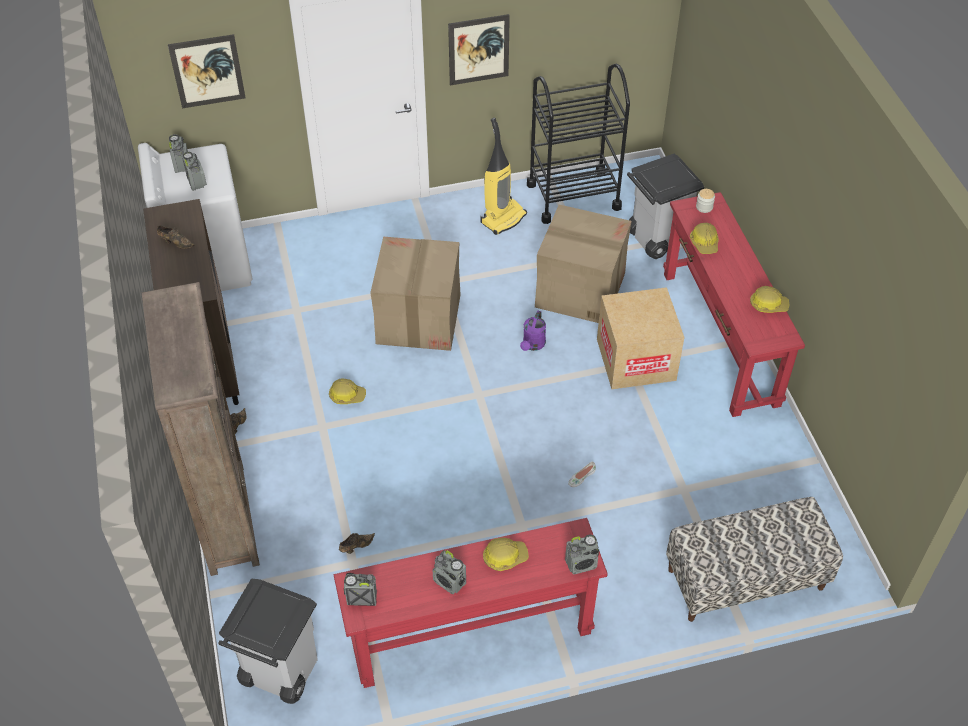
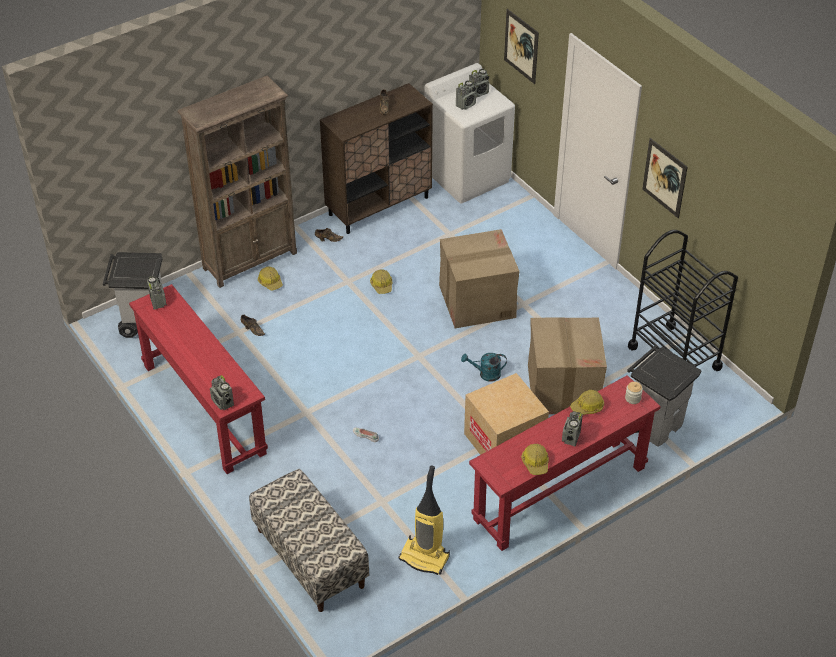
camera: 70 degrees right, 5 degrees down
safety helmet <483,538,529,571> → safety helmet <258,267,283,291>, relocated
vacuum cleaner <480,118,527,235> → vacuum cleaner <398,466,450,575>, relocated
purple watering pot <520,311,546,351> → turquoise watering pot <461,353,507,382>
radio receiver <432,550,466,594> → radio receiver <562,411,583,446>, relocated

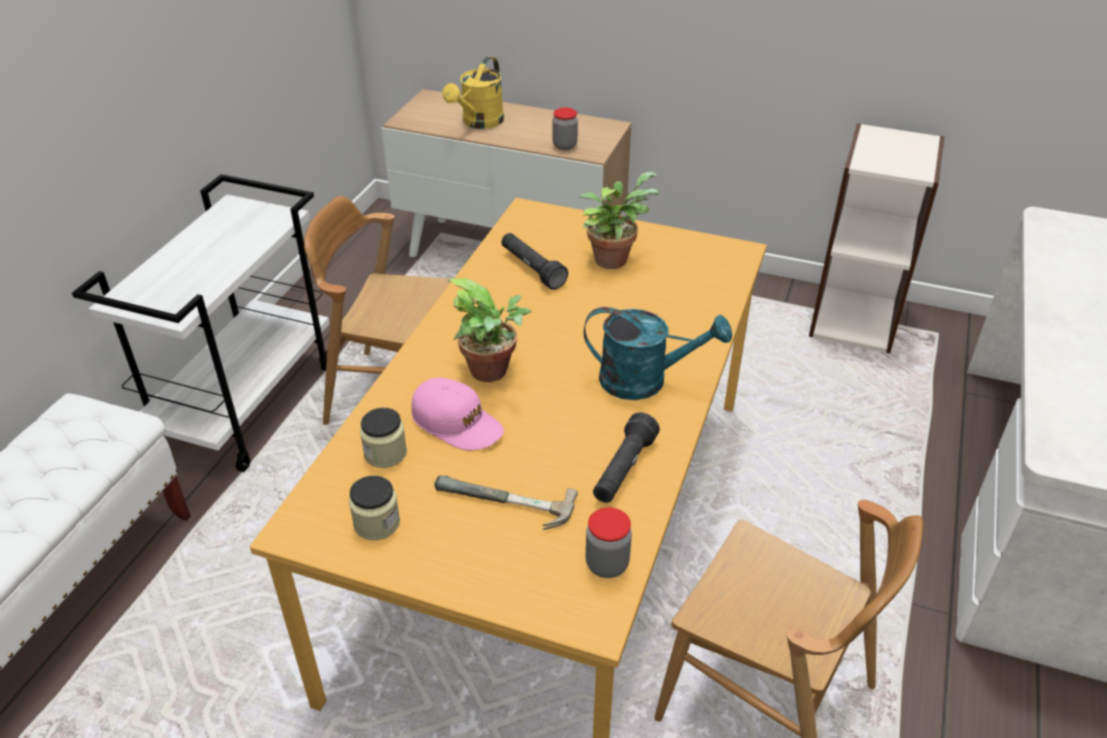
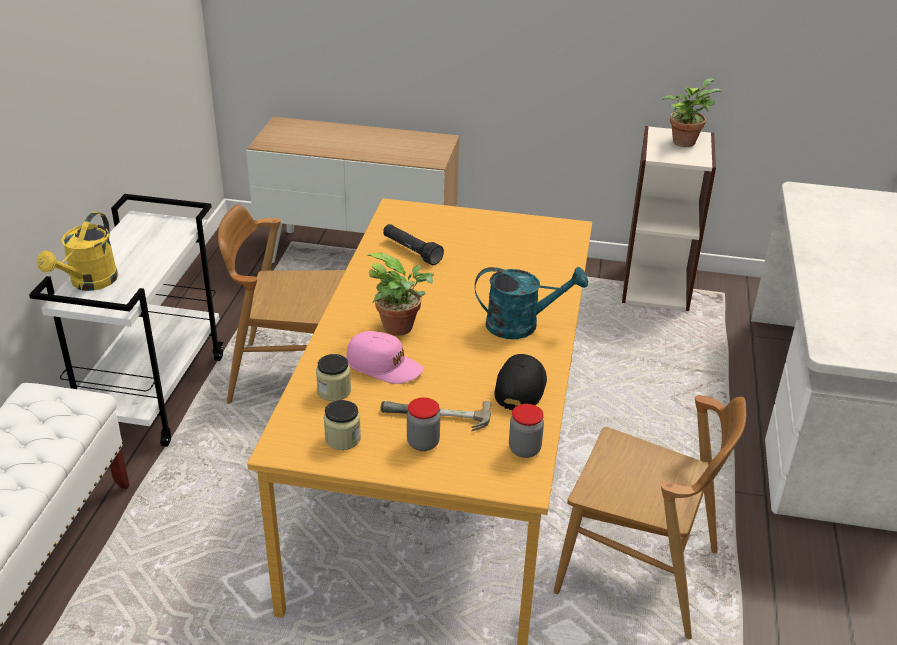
camera: 10 degrees left, 5 degrees down
yellow-coloured watering pot <443,56,504,129> → yellow-coloured watering pot <37,212,119,291>, relocated
preserve jar <553,108,578,150> → preserve jar <407,397,440,451>, relocated
black-coloured hand torch <593,412,660,503> → black-coloured baseball cap <494,354,547,410>
potted plant <580,172,659,269> → potted plant <662,78,721,147>, relocated

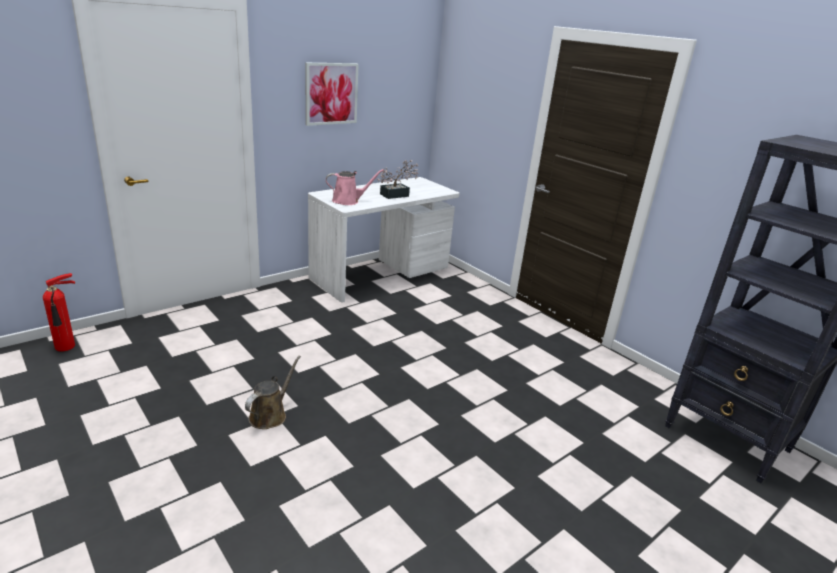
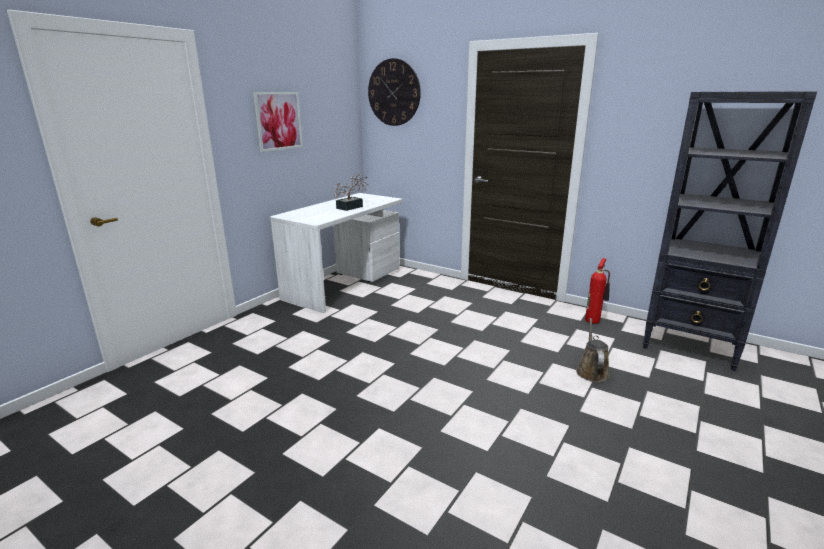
camera: 15 degrees left, 5 degrees down
- → clock on the wall <368,58,421,126>
brown watering pot <245,355,301,429> → brown watering pot <576,318,609,382>, relocated
extinguisher <43,273,76,351> → extinguisher <585,258,610,324>, relocated
pinkish watering pot <326,169,384,205> → -

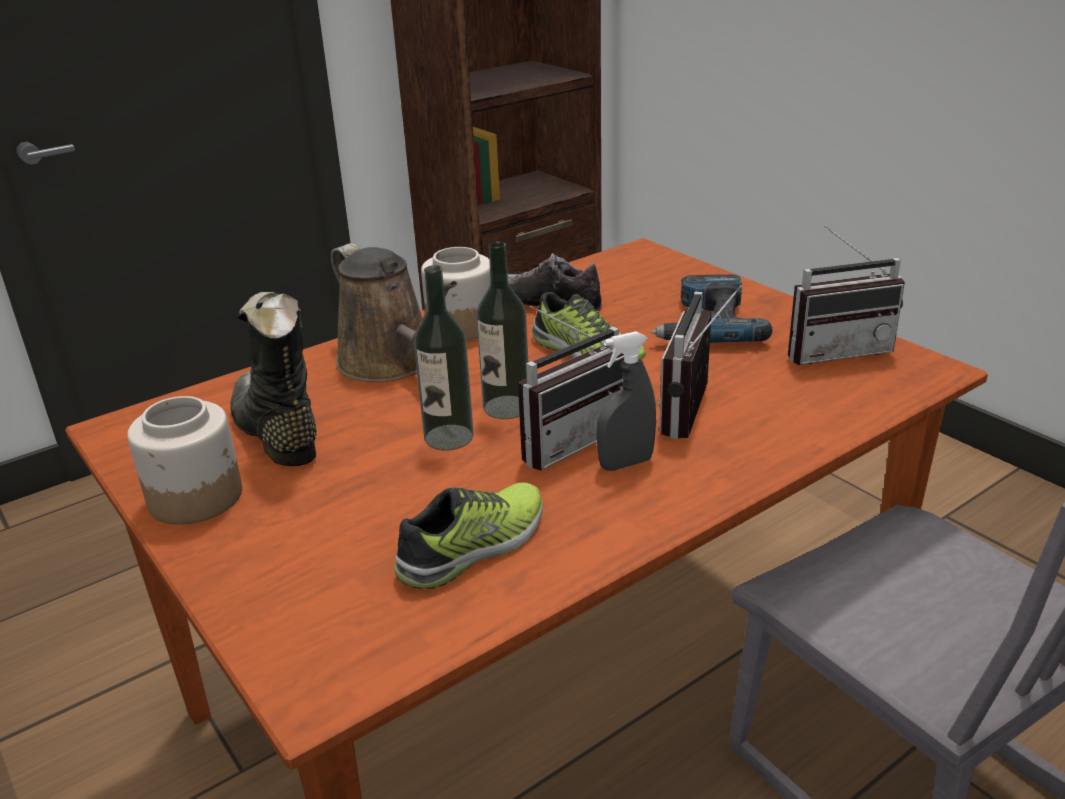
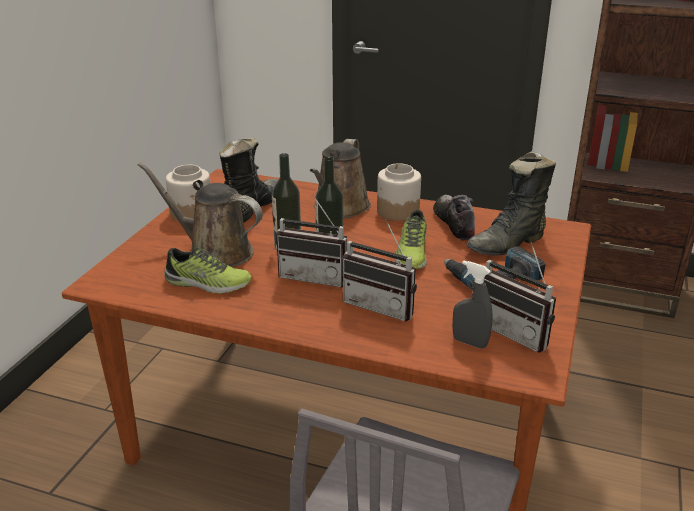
camera: 55 degrees right, 0 degrees up
- → brown watering pot <138,162,263,267>
radio receiver <659,285,742,439> → radio receiver <343,219,417,321>, 135 degrees counterclockwise
greyish hand sprayer <597,331,656,471> → greyish hand sprayer <453,260,493,349>, relocated
- → black-coloured high-top boot <466,151,556,256>

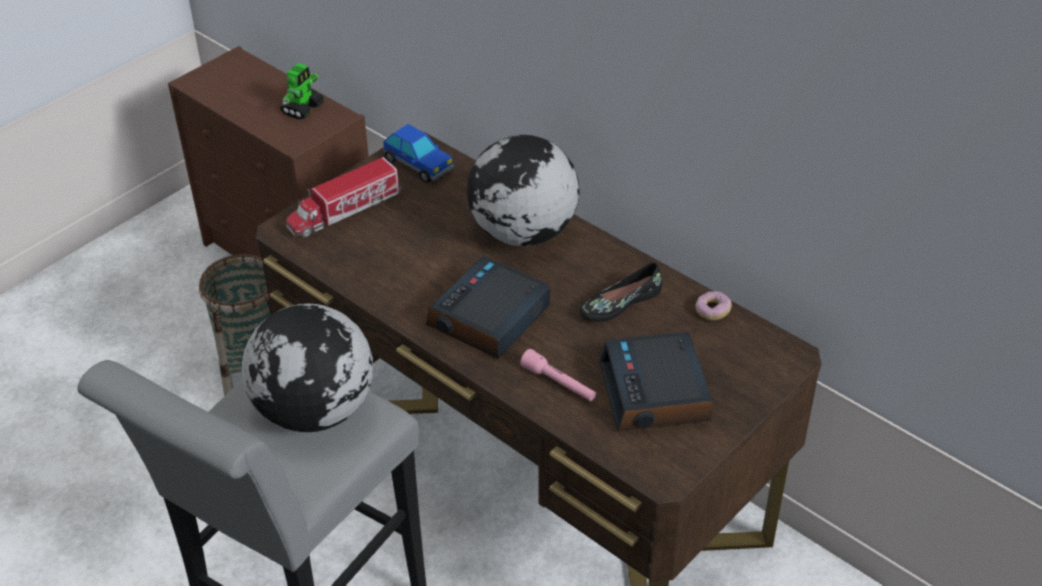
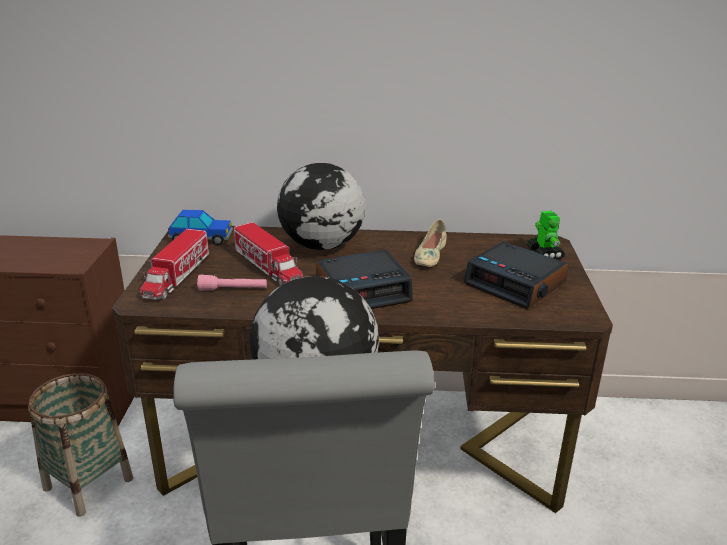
camera: 40 degrees left, 15 degrees down
pinkish hand torch <520,349,596,401> → pinkish hand torch <197,275,267,290>, relocated
- → toy lorry <234,222,303,286>
table clock <426,256,550,359> → table clock <316,250,413,309>, 105 degrees counterclockwise
black-coloured low shoe <580,262,662,322> → sand-coloured low shoe <414,219,447,267>
robot figure <280,63,325,119> → robot figure <527,211,565,260>, relocated
ring doughnut <695,291,732,320> → -

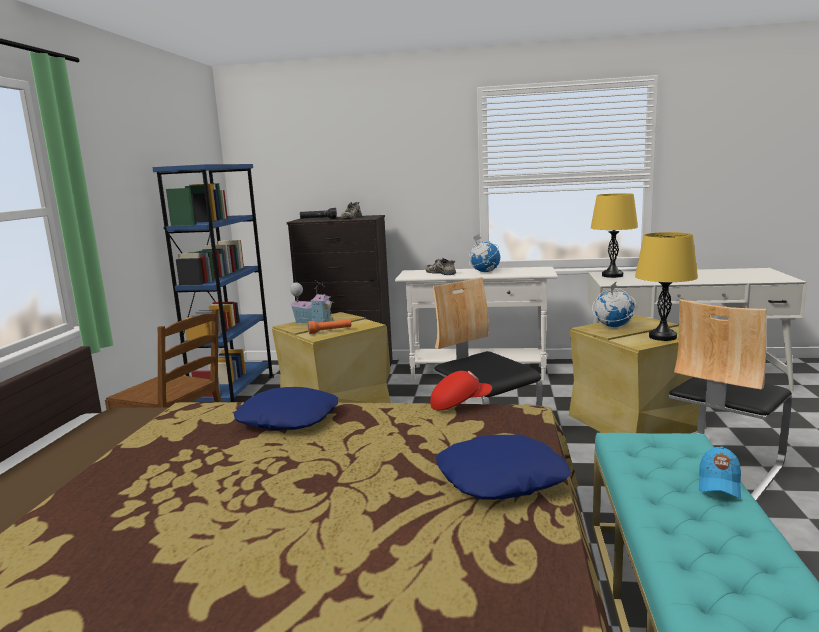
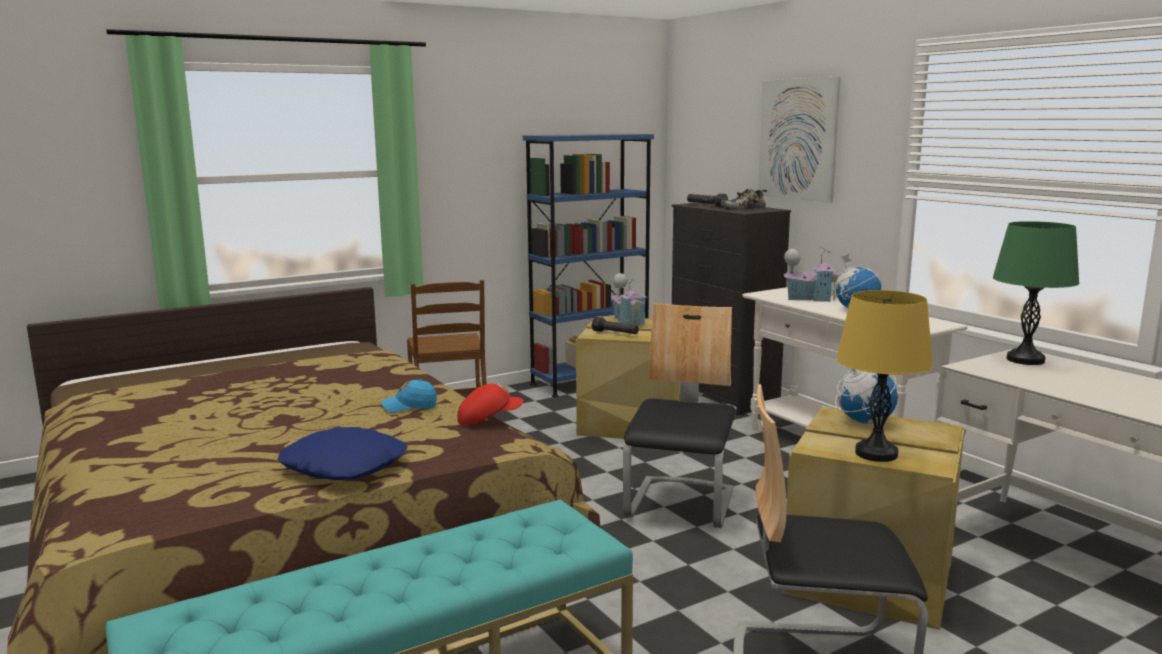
camera: 50 degrees right, 0 degrees up
blue baseball cap <699,447,741,498> → blue baseball cap <381,379,437,413>, relocated
reddish baseball cap <430,371,492,410> → reddish baseball cap <457,383,523,425>, 60 degrees counterclockwise
orangey hand torch <308,319,351,334> → black-coloured hand torch <592,317,639,334>
- → picture <758,76,841,203>
low shoe <426,258,456,275> → toy house <784,246,840,302>
yellow-coloured table lamp <591,193,638,278> → green table lamp <993,221,1079,365>
blue throw pillow <234,387,338,430> → -

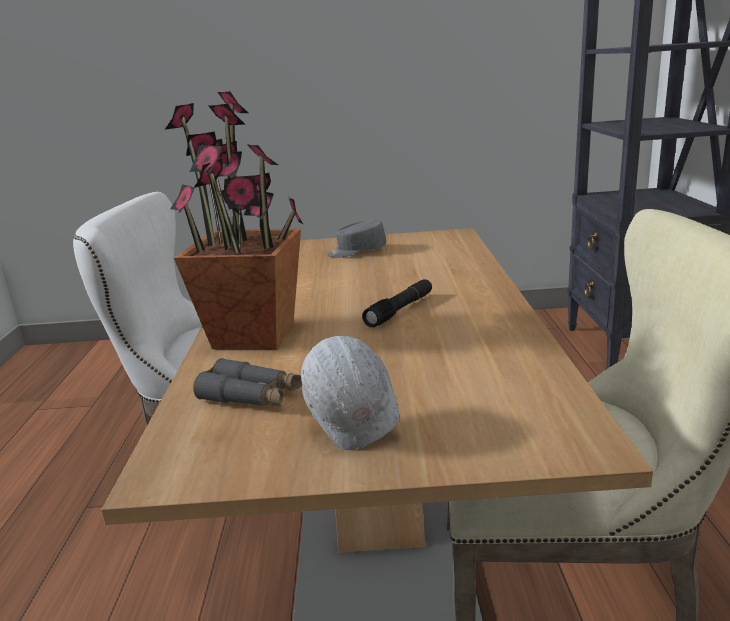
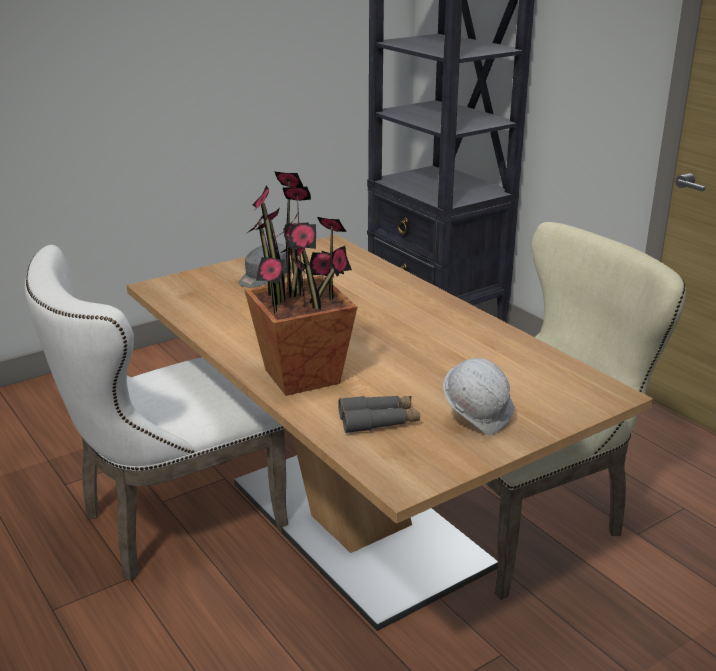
camera: 35 degrees left, 5 degrees up
black-coloured hand torch <362,279,432,327> → -

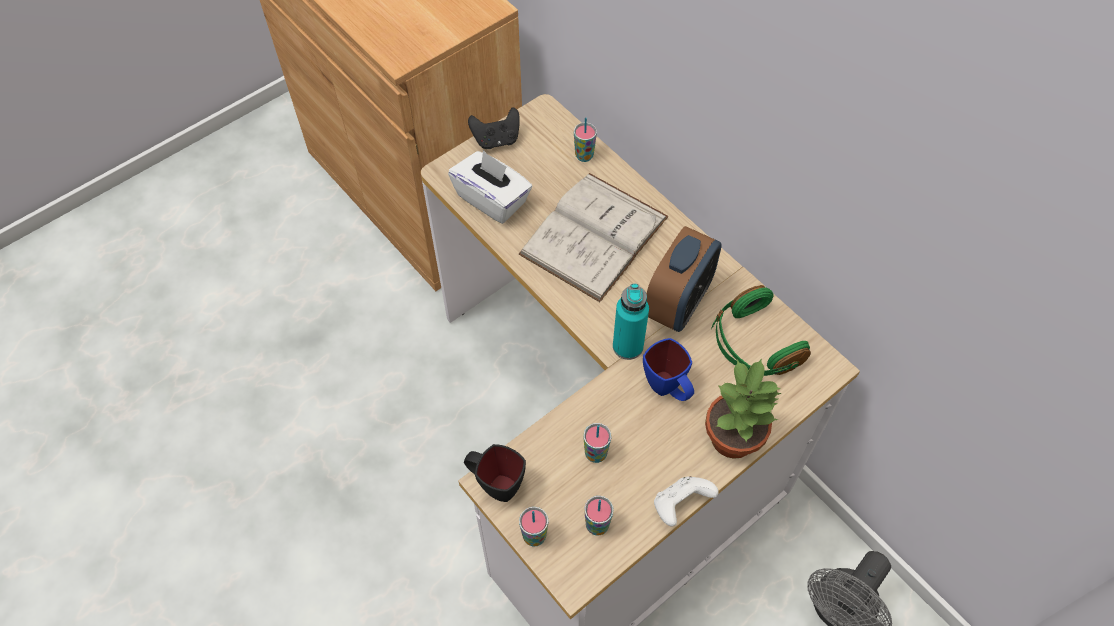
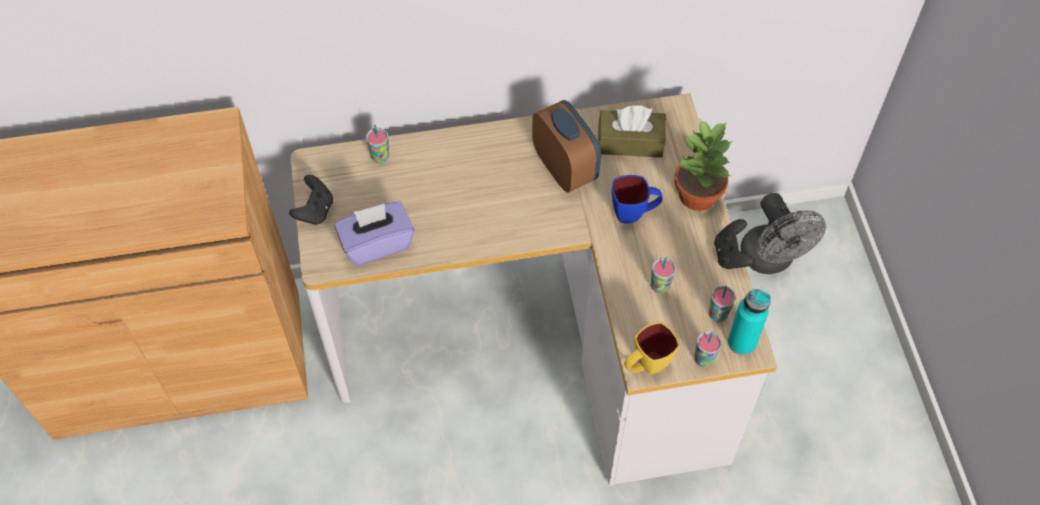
camera: 60 degrees left, 0 degrees up
white-coloured tissue holder <448,150,532,224> → purple tissue holder <334,202,415,266>
green headphones <711,285,811,376> → brown tissue holder <598,105,666,158>
black-coloured mug <464,444,526,502> → yellow-coloured mug <624,322,680,374>
white-coloured game controller <654,477,718,526> → black-coloured game controller <714,219,755,269>
turquoise beverage bottle <613,284,649,360> → turquoise beverage bottle <728,289,771,355>, relocated
white-coloured bound book <518,173,669,302> → -

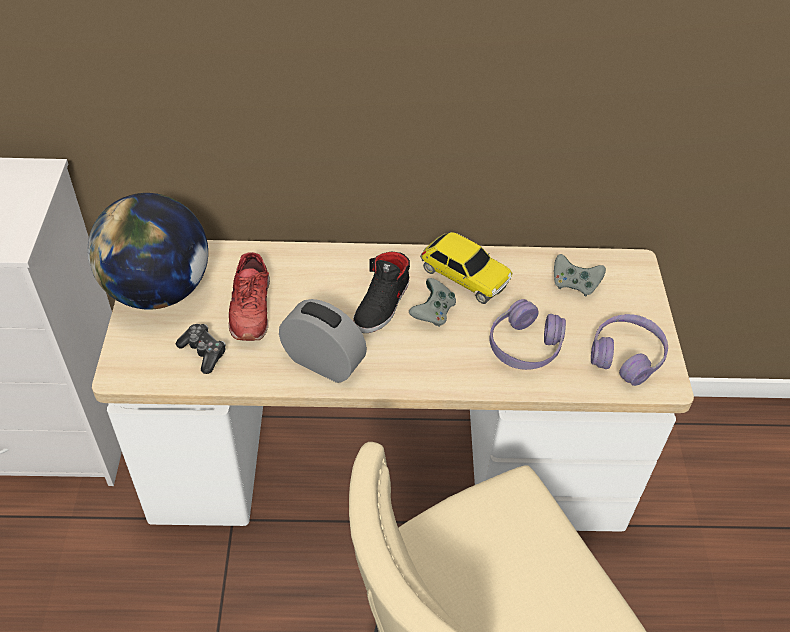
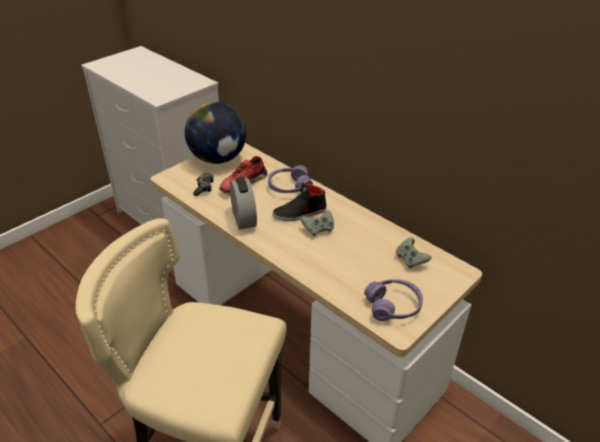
camera: 45 degrees right, 10 degrees down
purple headphones <489,299,566,370> → purple headphones <268,165,313,193>, relocated
miniature car <420,232,512,304> → -

